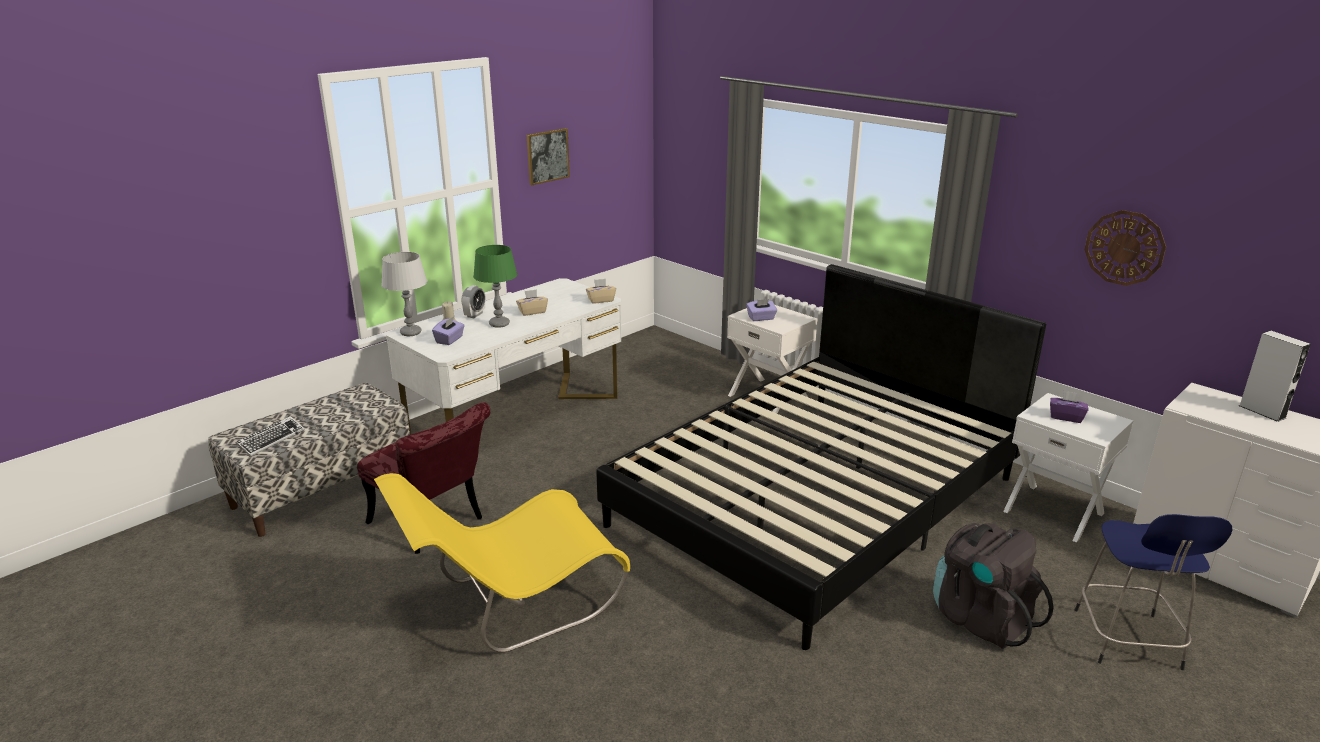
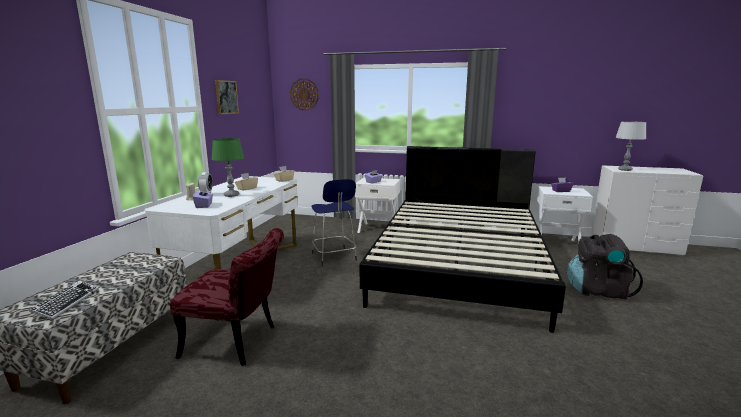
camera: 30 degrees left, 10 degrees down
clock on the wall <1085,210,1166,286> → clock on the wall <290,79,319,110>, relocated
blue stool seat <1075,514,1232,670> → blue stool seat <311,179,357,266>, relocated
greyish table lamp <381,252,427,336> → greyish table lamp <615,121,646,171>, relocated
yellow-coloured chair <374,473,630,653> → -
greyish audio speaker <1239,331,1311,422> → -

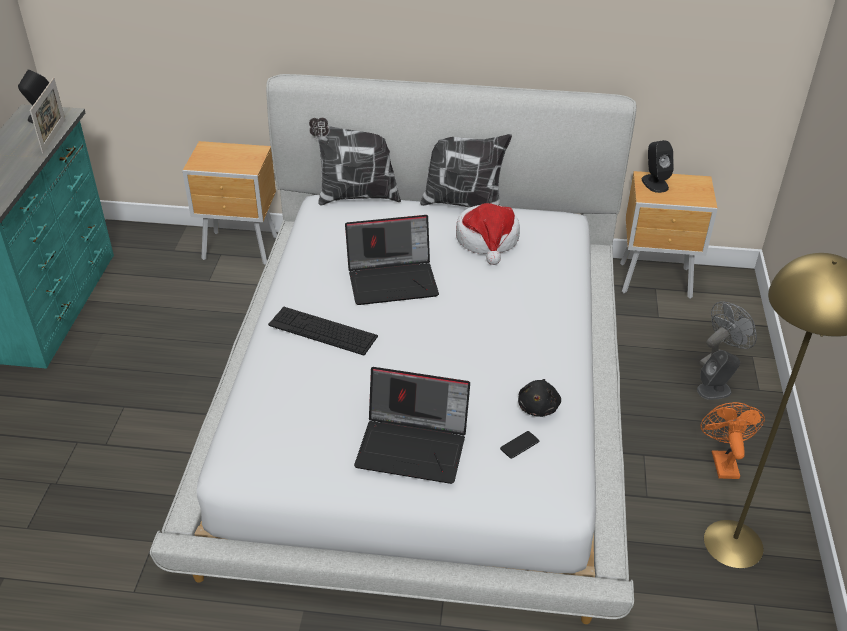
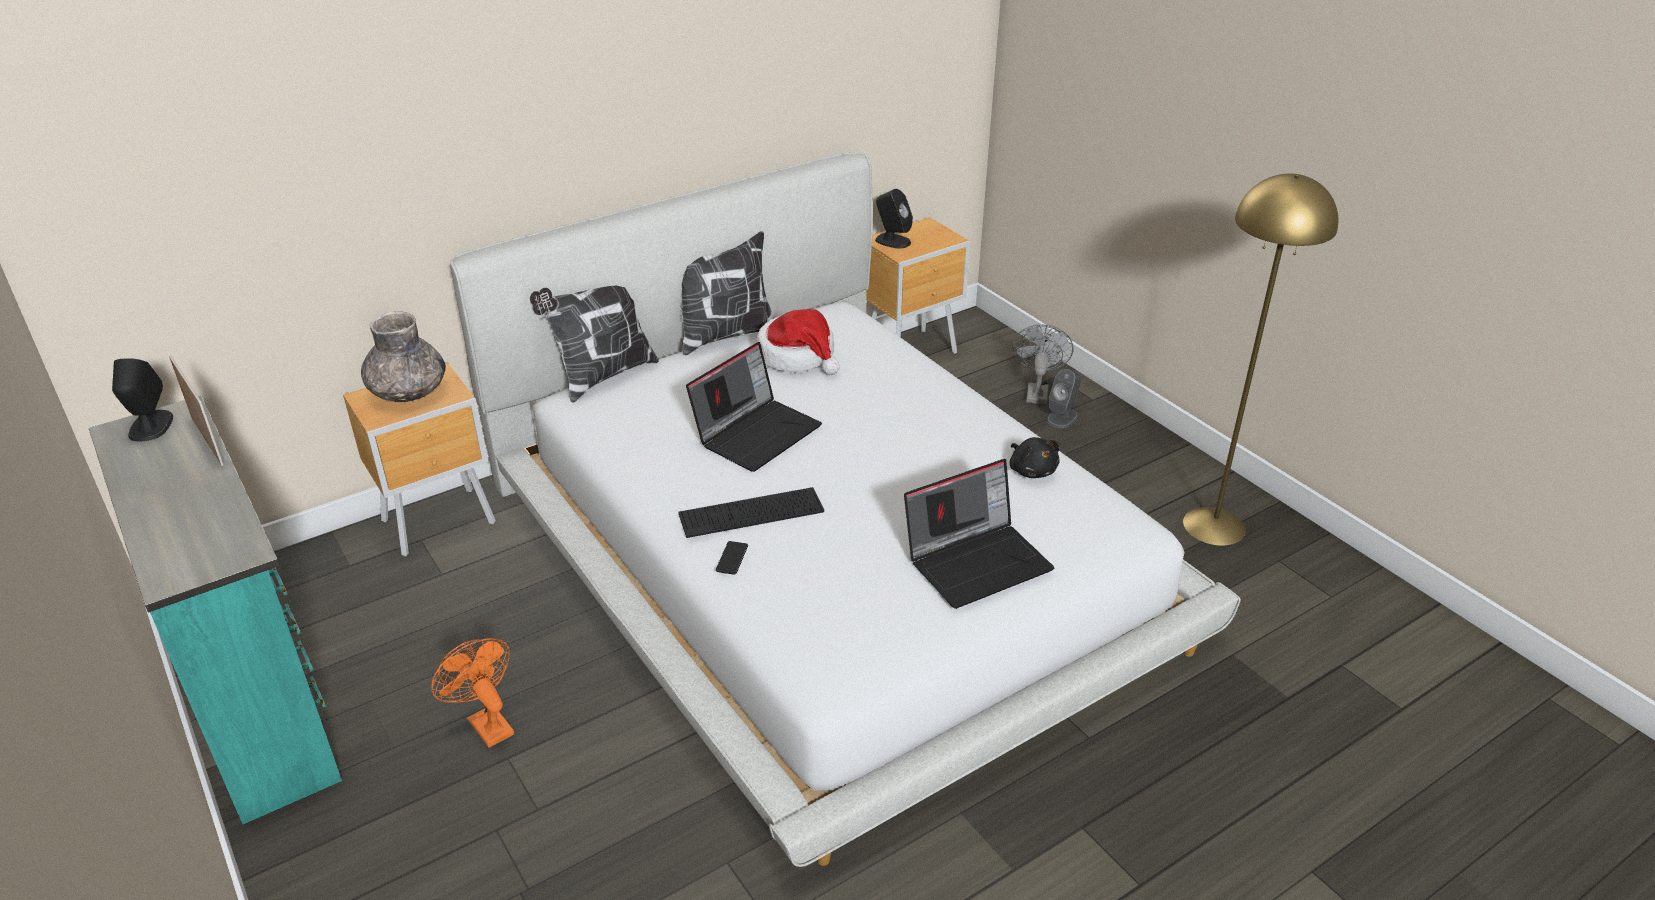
camera: 40 degrees left, 5 degrees down
- → greyish vase <361,311,446,402>
orangey electric fan <700,402,765,479> → orangey electric fan <431,638,514,748>, relocated
handset <500,431,539,459> → handset <716,541,748,575>, relocated

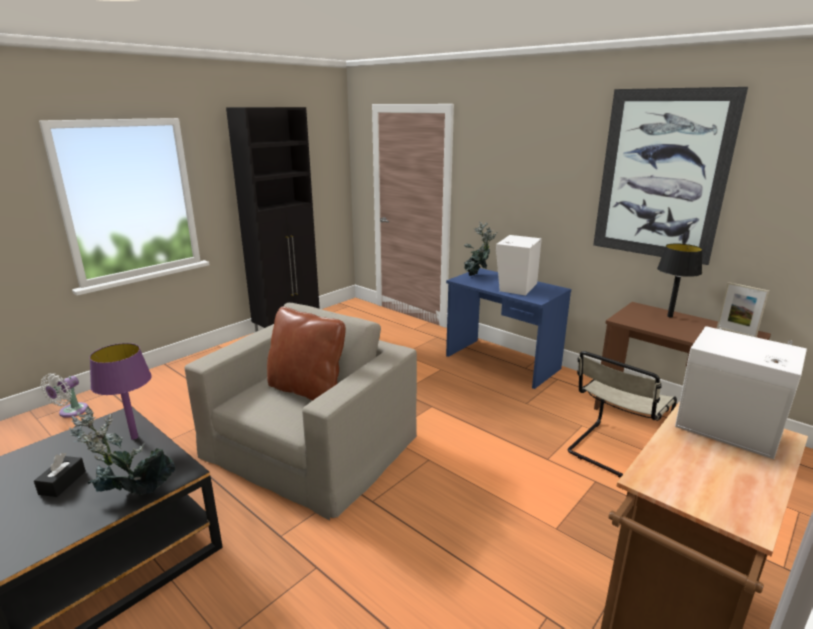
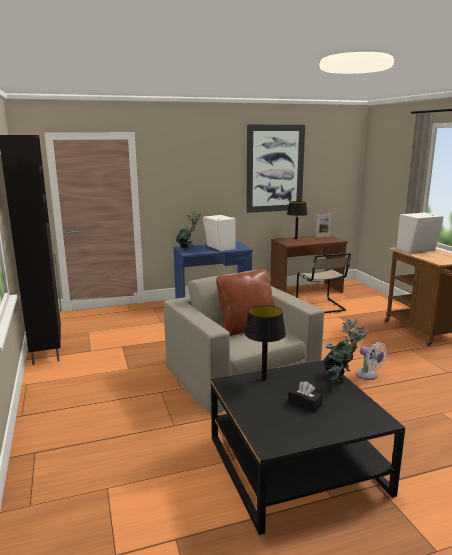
camera: 60 degrees left, 5 degrees down
purple table lamp <89,343,152,440> → black-coloured table lamp <244,305,286,380>
white-coloured electric fan <41,373,89,418> → white-coloured electric fan <356,342,387,380>, relocated

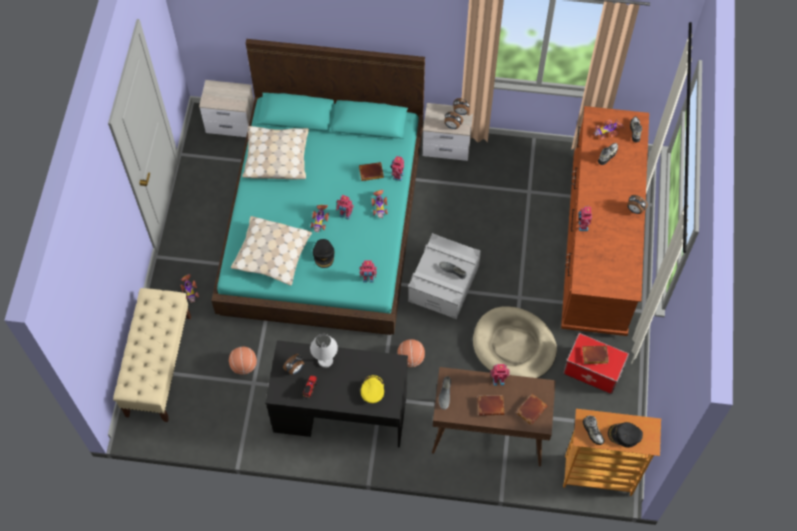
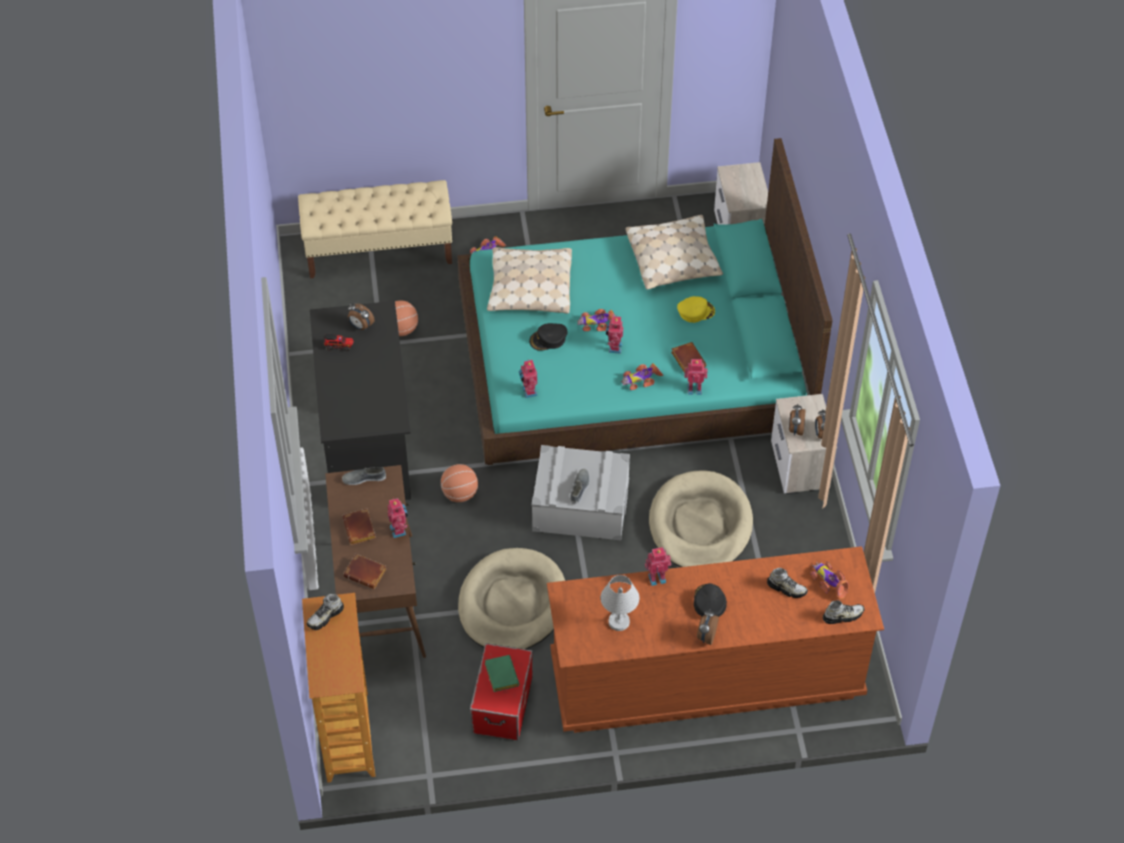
camera: 75 degrees right, 10 degrees down
brown bound book <582,346,609,364> → green bound book <485,655,520,692>
white-coloured table lamp <310,334,338,368> → white-coloured table lamp <601,575,639,631>, relocated
- → sand-coloured dog cushion <649,470,753,567>
yellow-coloured baseball cap <361,375,384,403> → yellow-coloured baseball cap <677,296,715,323>, relocated
black-coloured baseball cap <608,422,643,448> → black-coloured baseball cap <694,583,727,617>, relocated

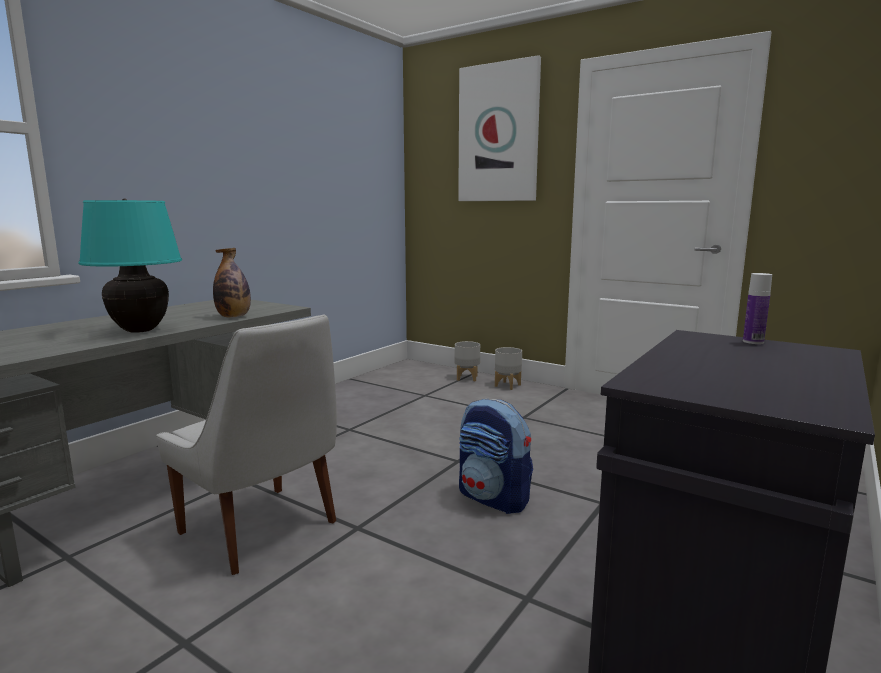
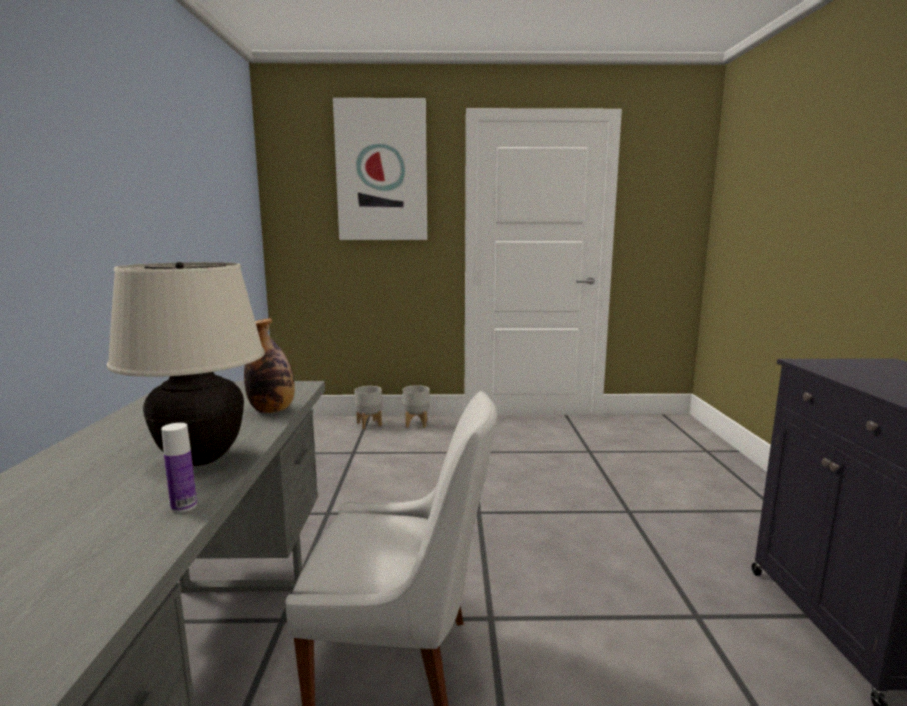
camera: 35 degrees left, 0 degrees up
turquoise table lamp <79,198,182,333> → sand-coloured table lamp <107,262,265,466>
beverage bottle <743,273,772,344> → beverage bottle <161,423,197,513>, relocated
knapsack <459,399,533,514> → -

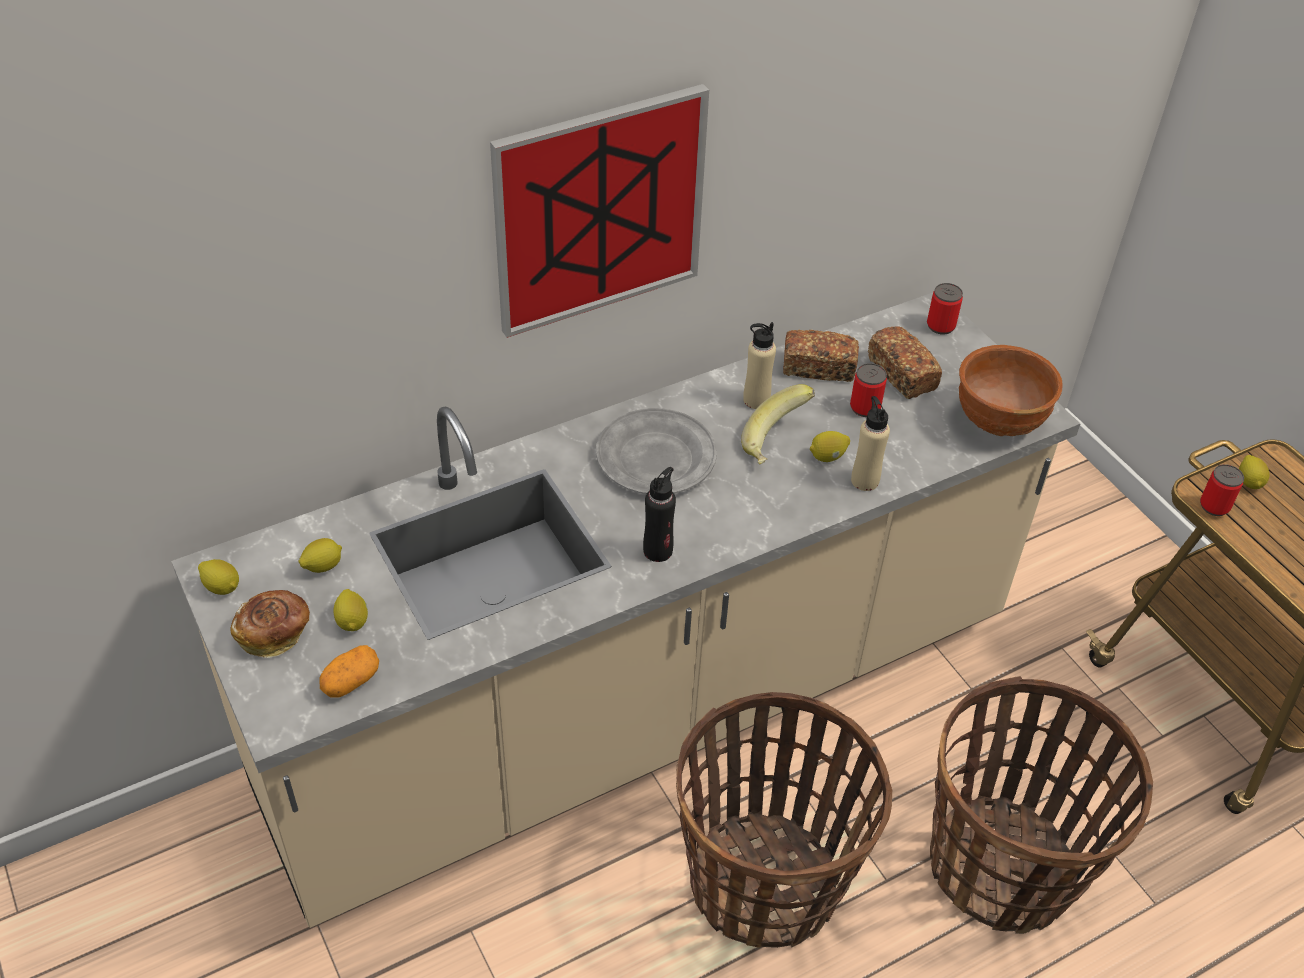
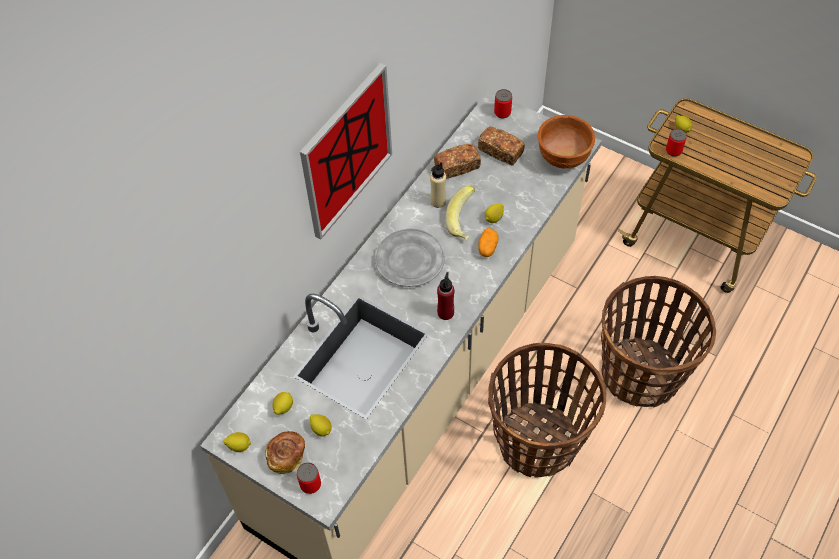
camera: 25 degrees left, 10 degrees up
can <850,363,887,417> → can <297,462,321,494>, relocated
black-coloured beverage bottle <643,467,676,562> → reddish beverage bottle <437,272,454,320>
whole potato <320,645,379,697> → whole potato <478,228,499,257>, relocated
sand-coloured beverage bottle <851,396,890,491> → -

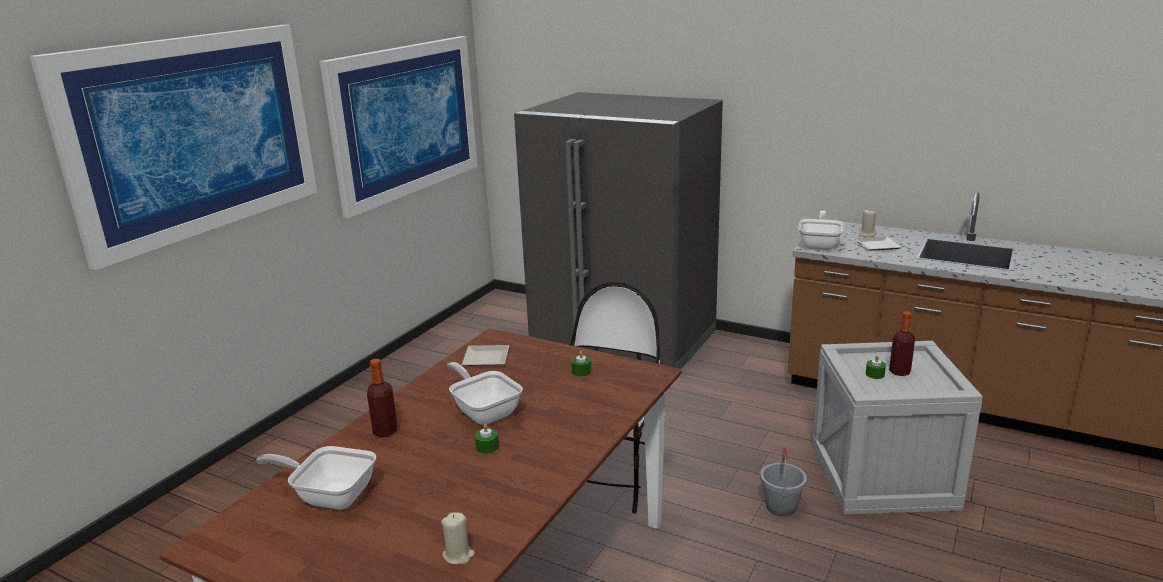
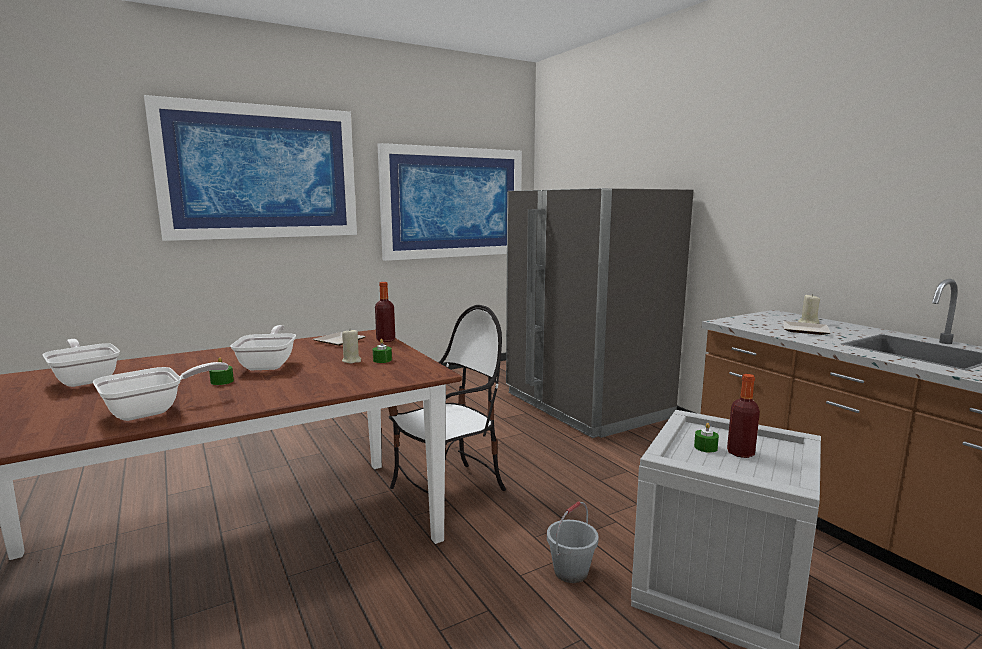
camera: 30 degrees right, 10 degrees down
pan <798,210,843,250> → pan <93,362,229,421>, relocated
sand-coloured candle <441,512,475,564> → sand-coloured candle <342,330,361,364>, relocated
beverage bottle <367,359,398,438> → beverage bottle <375,282,395,342>, relocated

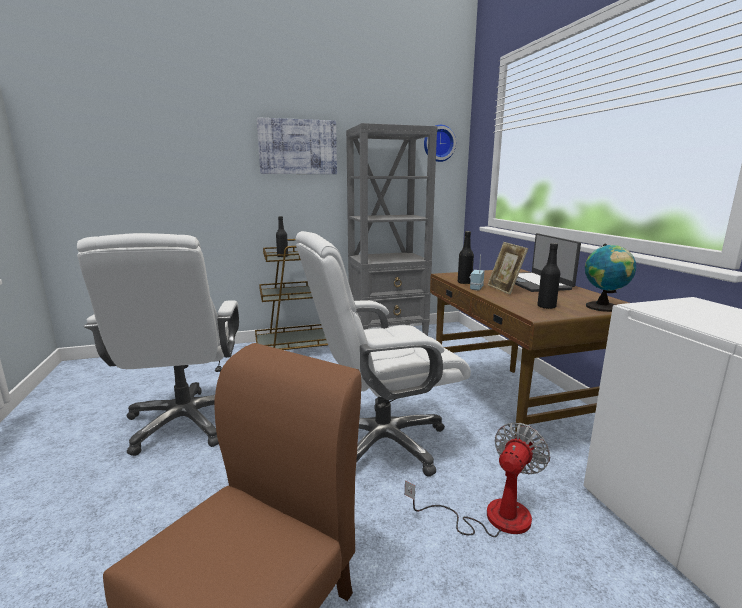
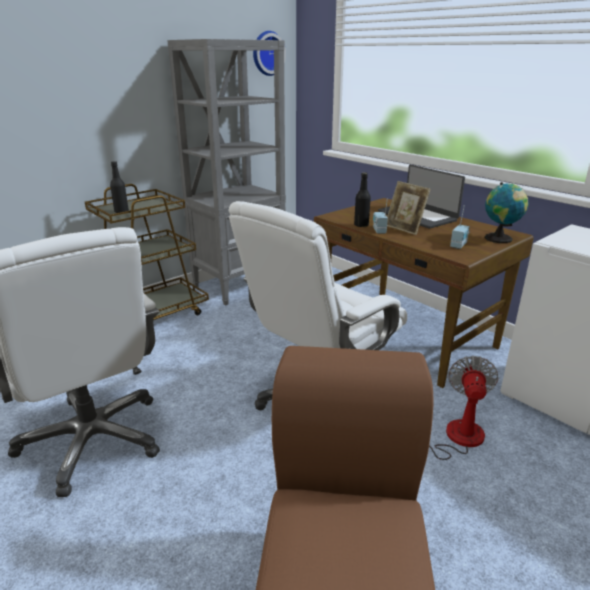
camera: 25 degrees left, 10 degrees up
black-coloured beverage bottle <537,243,560,309> → radio receiver <450,205,470,249>
picture <257,117,337,174> → -

